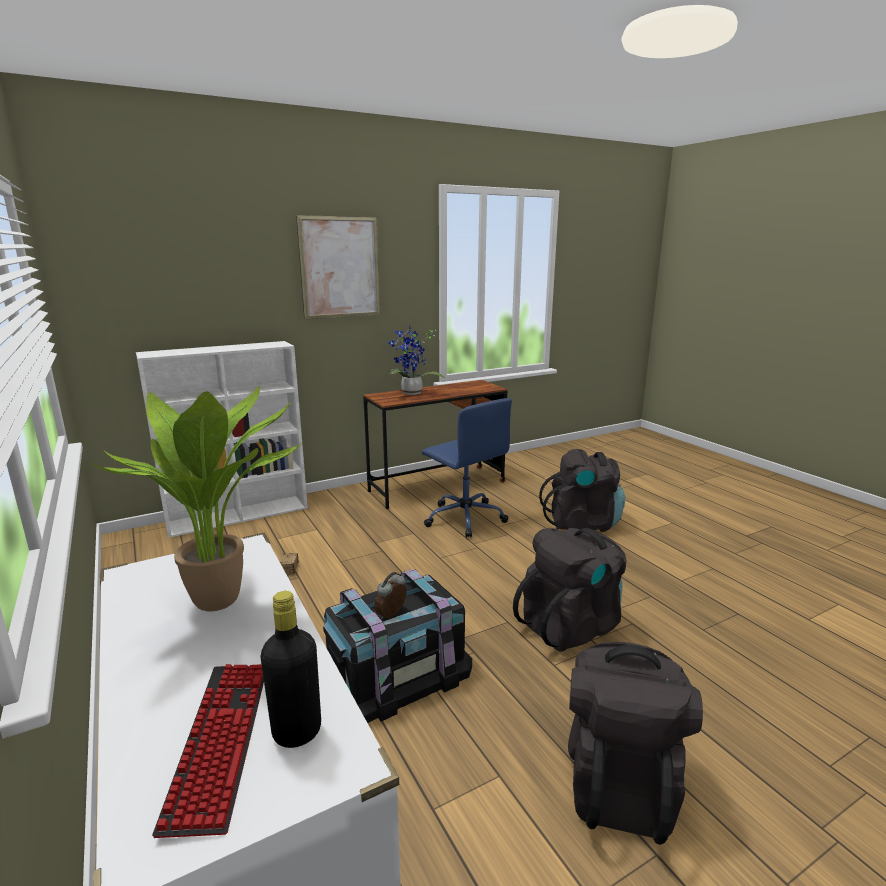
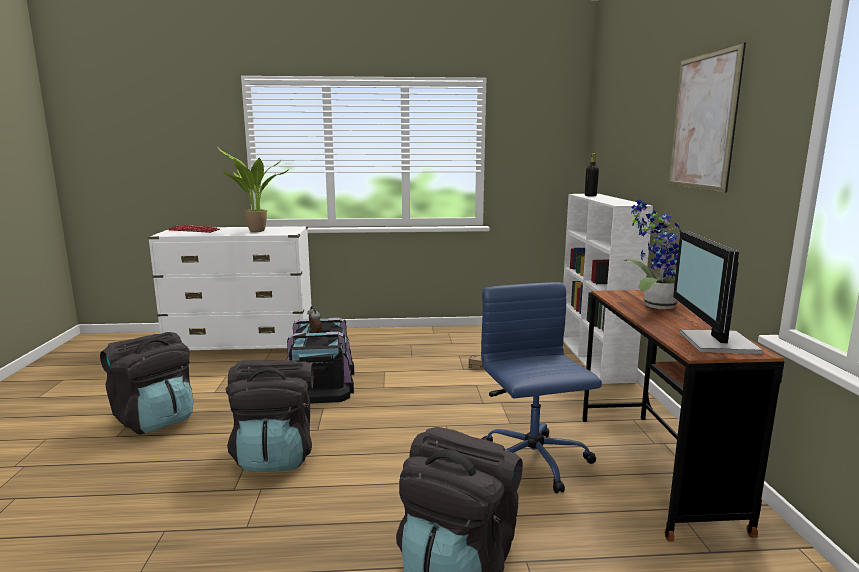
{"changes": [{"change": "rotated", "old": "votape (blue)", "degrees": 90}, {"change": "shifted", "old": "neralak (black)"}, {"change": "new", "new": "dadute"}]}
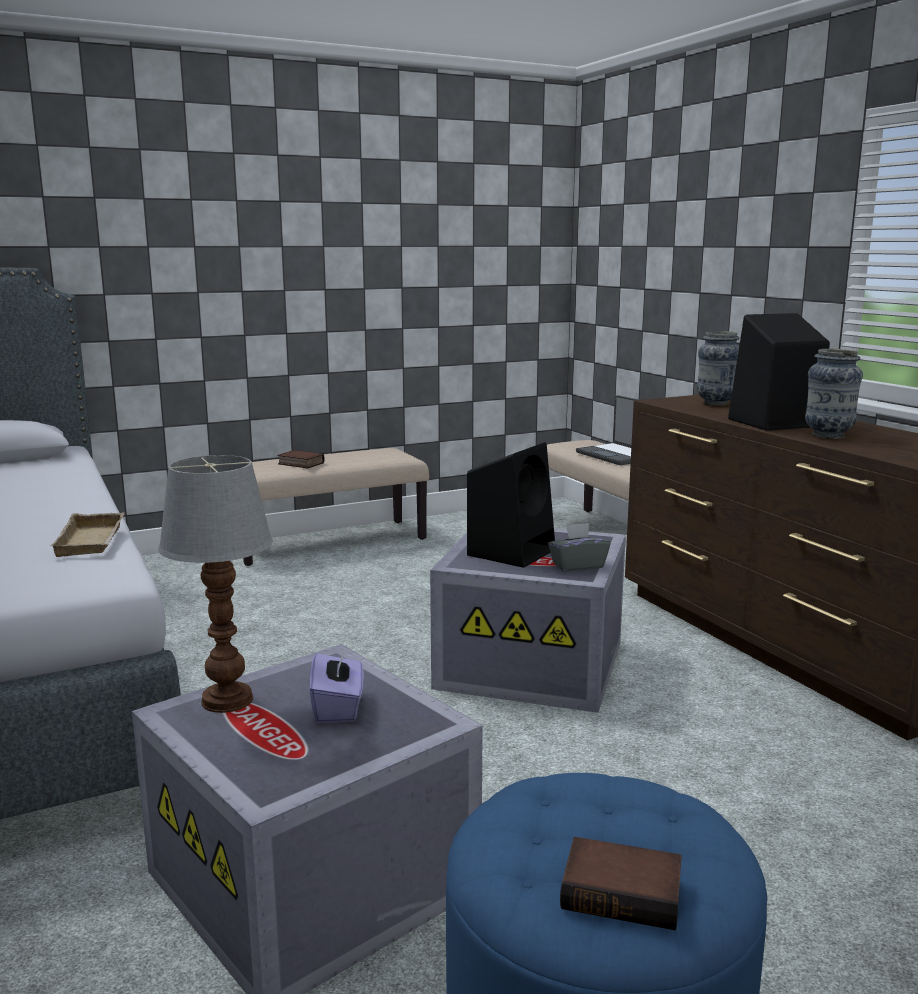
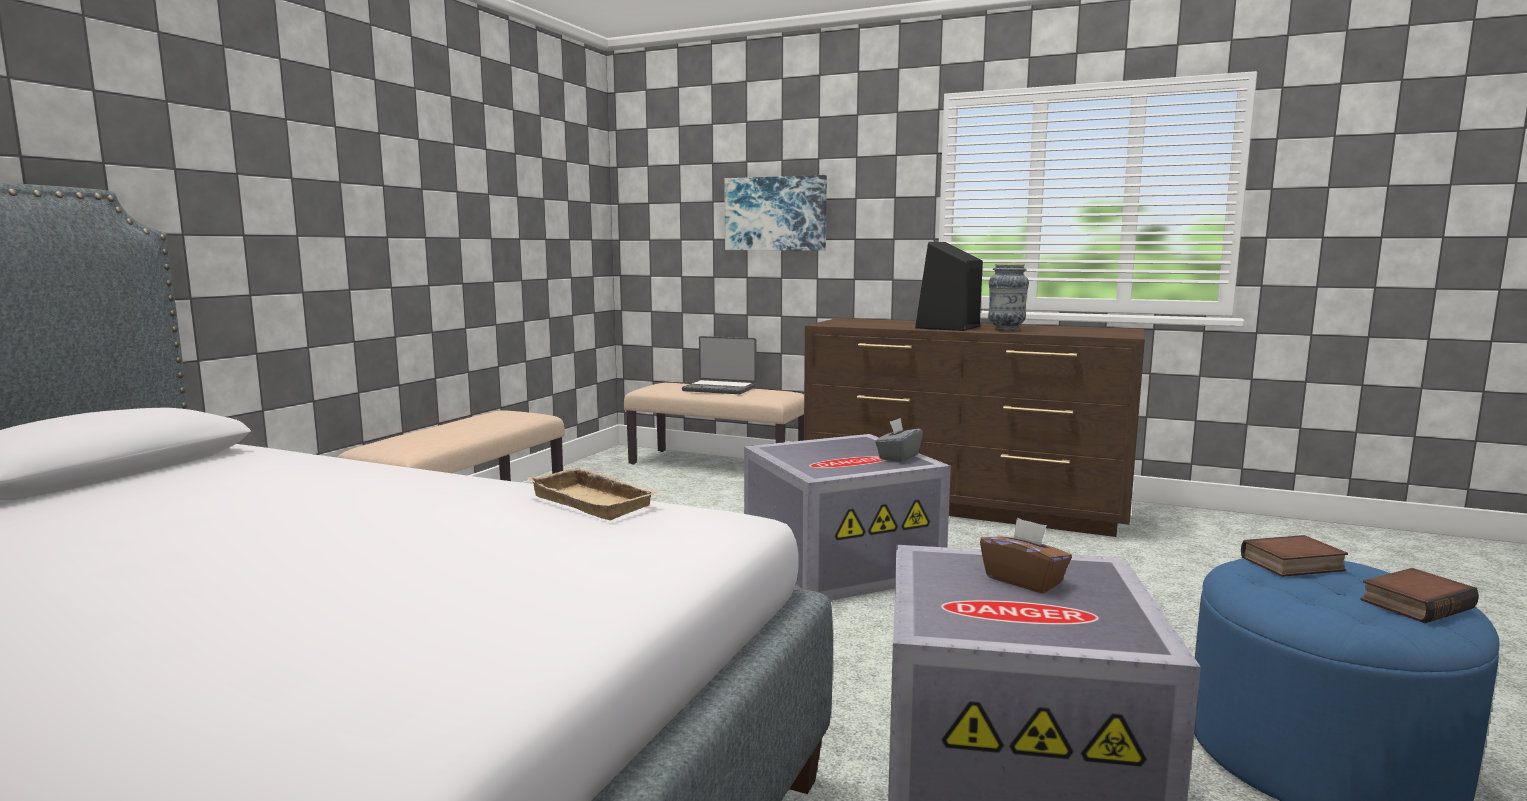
{"changes": [{"change": "new", "new": "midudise"}, {"change": "repainted", "old": "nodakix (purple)", "new": "nodakix (brown)"}, {"change": "shifted", "old": "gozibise (no. 1 from left)"}, {"change": "gone", "old": "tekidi"}, {"change": "gone", "old": "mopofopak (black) (no. 1 from left)"}, {"change": "gone", "old": "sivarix (no. 1 from left)"}]}
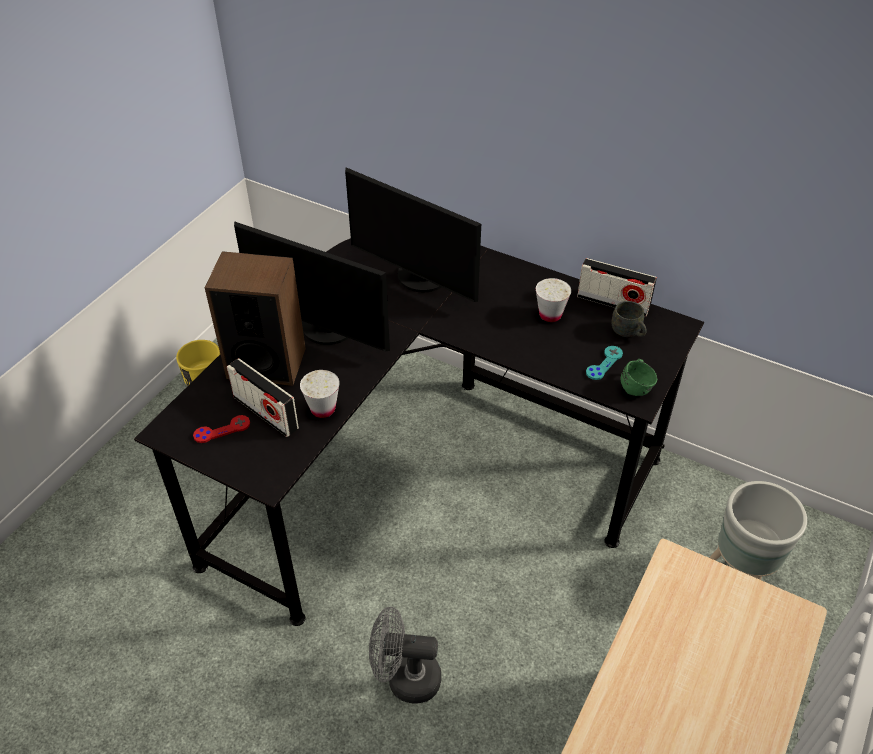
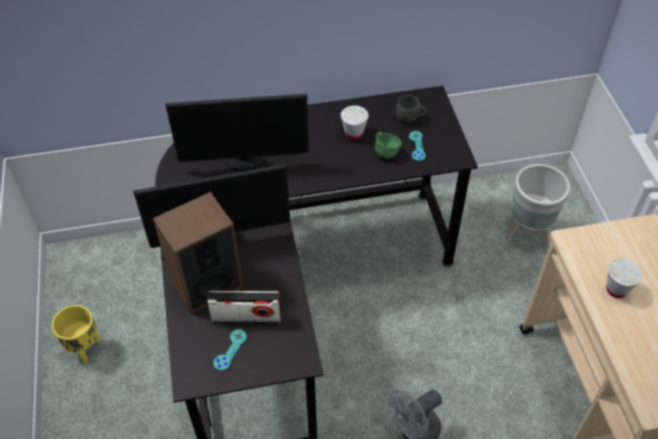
{"changes": [{"change": "repainted", "old": "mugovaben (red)", "new": "mugovaben (turquoise) (no. 1 from left)"}, {"change": "shifted", "old": "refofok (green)"}, {"change": "shifted", "old": "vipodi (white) (no. 1 from left in the first image)", "new": "vipodi (white) (no. 2 from left)"}, {"change": "gone", "old": "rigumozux (no. 2 from left)"}]}
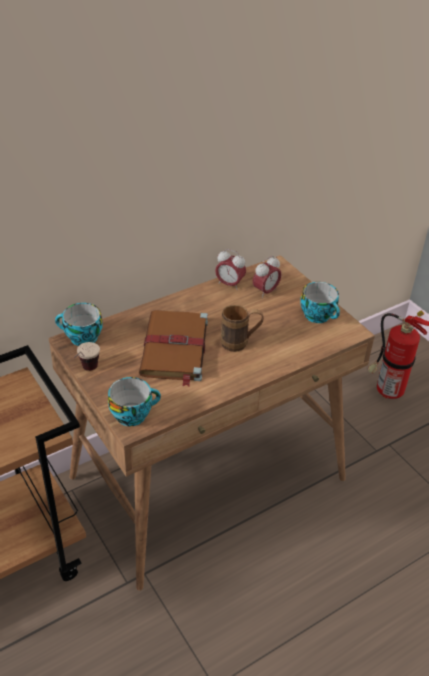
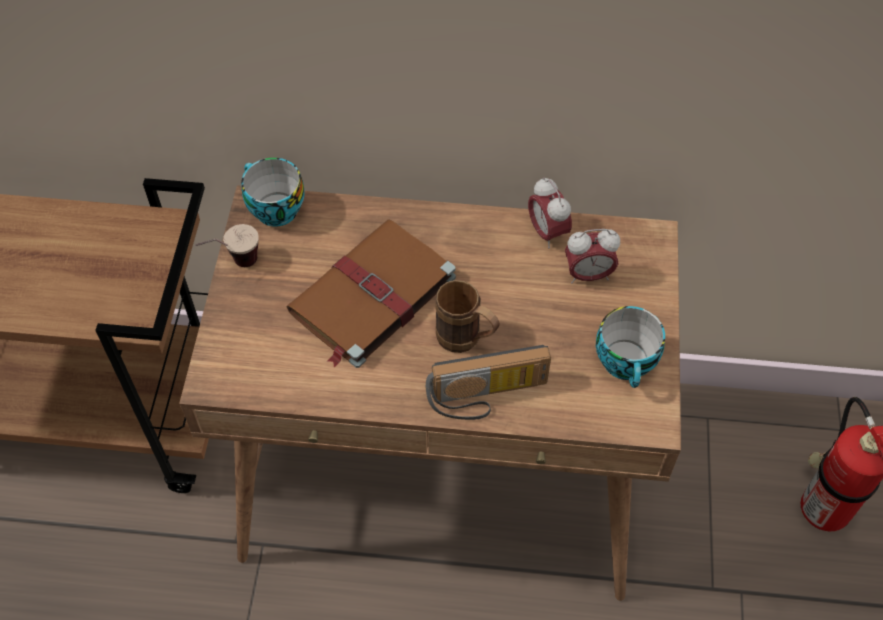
{"changes": [{"change": "new", "new": "rigumozux"}, {"change": "gone", "old": "vipodi (no. 3 from left)"}]}
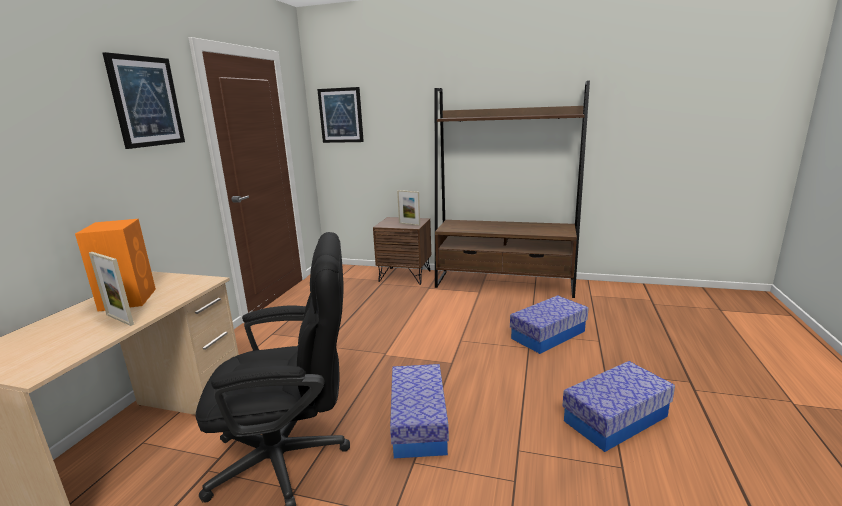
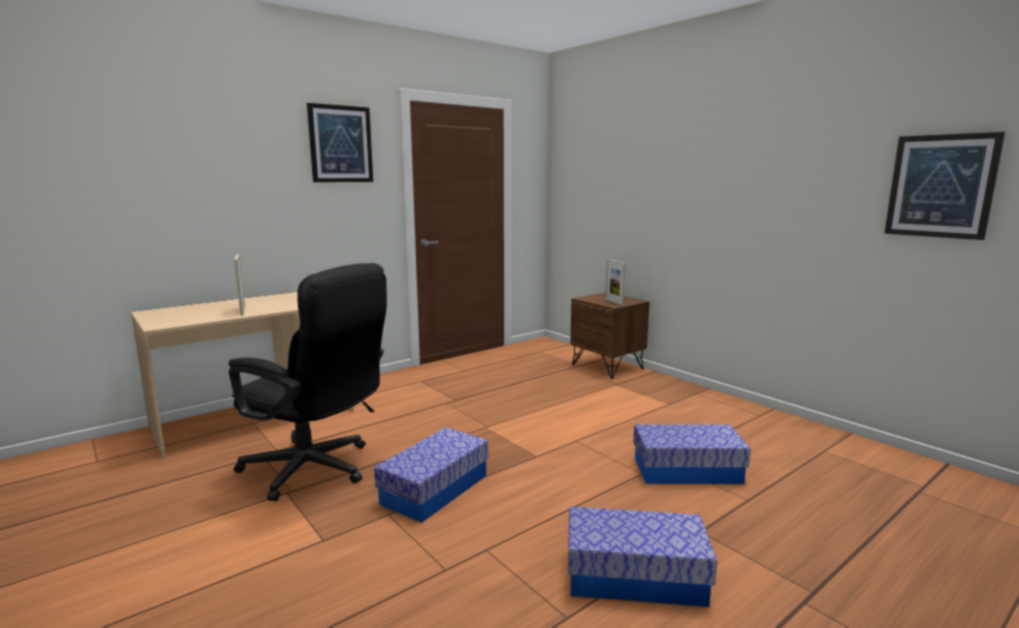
{"changes": [{"change": "shifted", "old": "midudise (no. 2 from left)"}, {"change": "gone", "old": "mopofopak (orange)"}, {"change": "gone", "old": "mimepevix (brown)"}]}
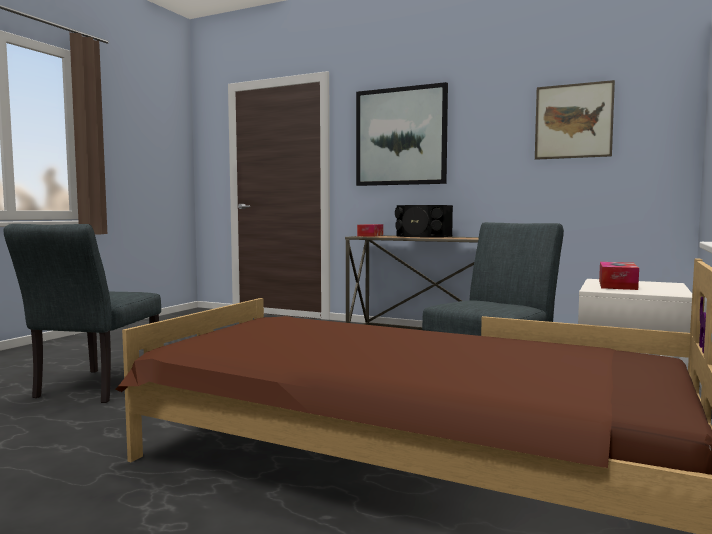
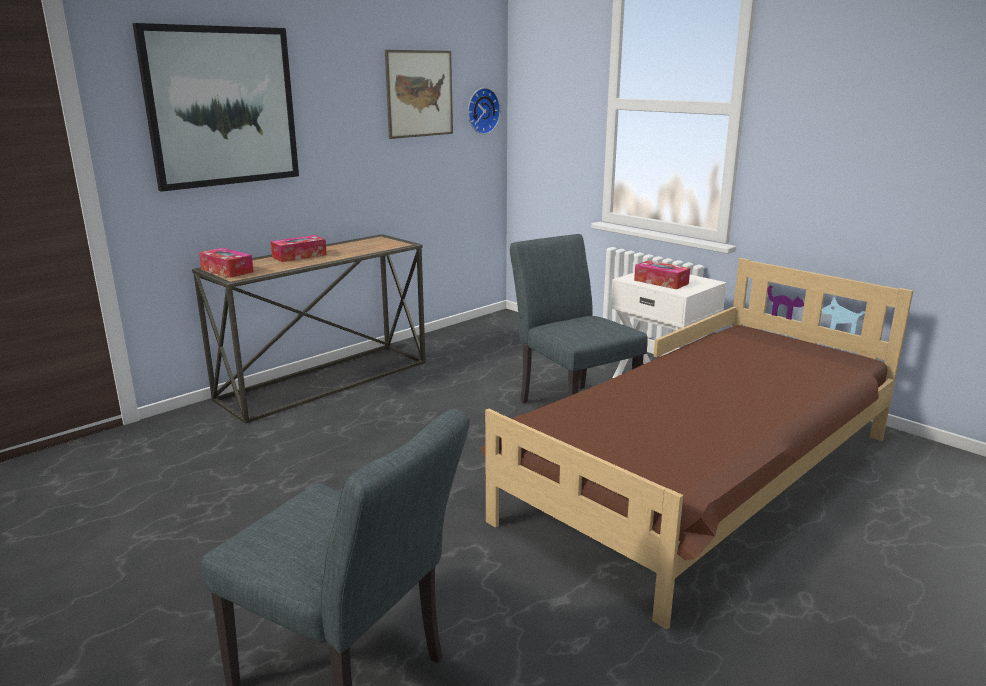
{"changes": [{"change": "swapped", "old": "mopofopak (black)", "new": "nodakix (no. 2 from left)"}, {"change": "new", "new": "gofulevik"}]}
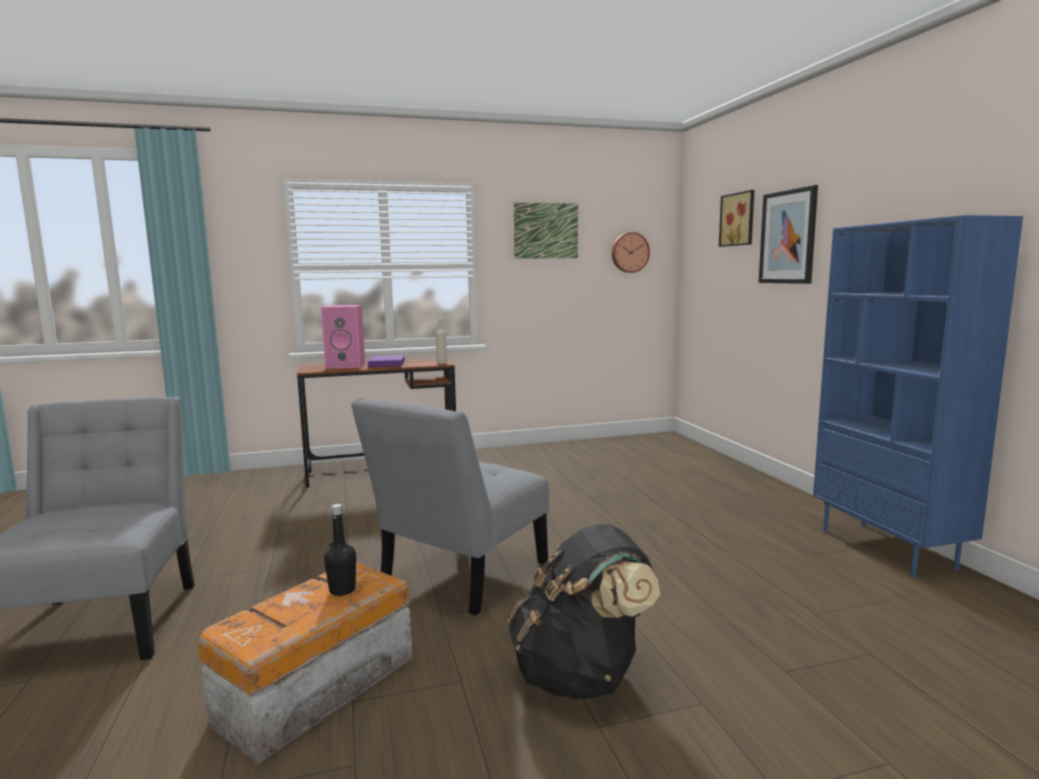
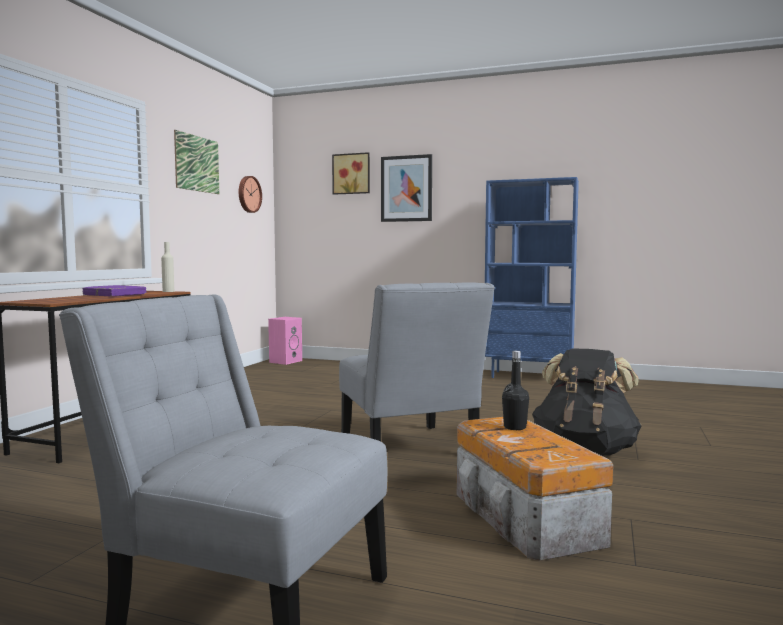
{"changes": [{"change": "shifted", "old": "mopofopak (pink)"}]}
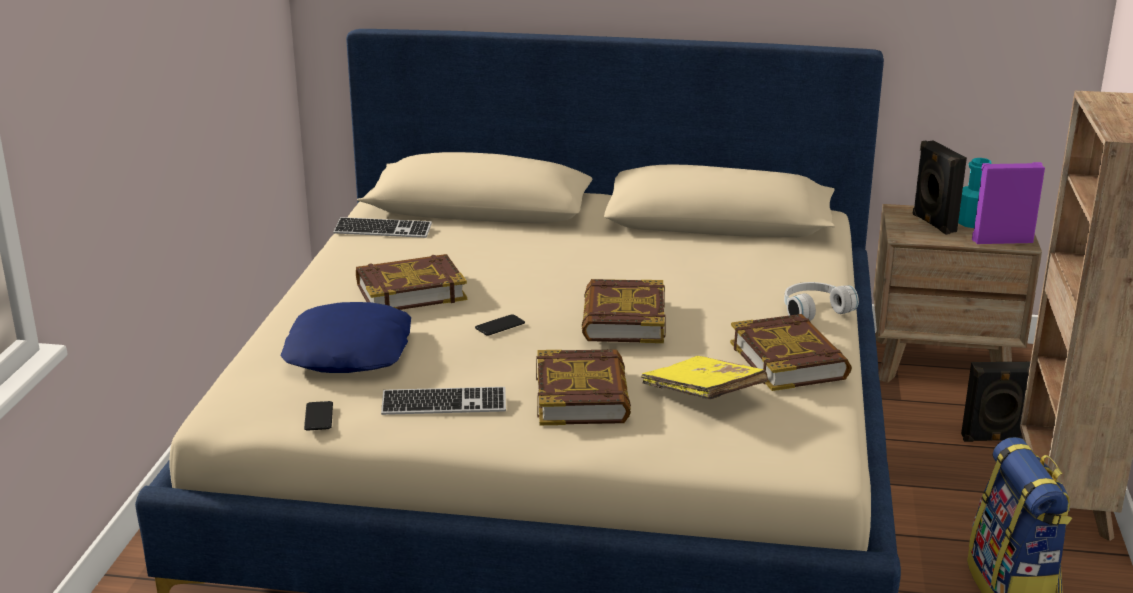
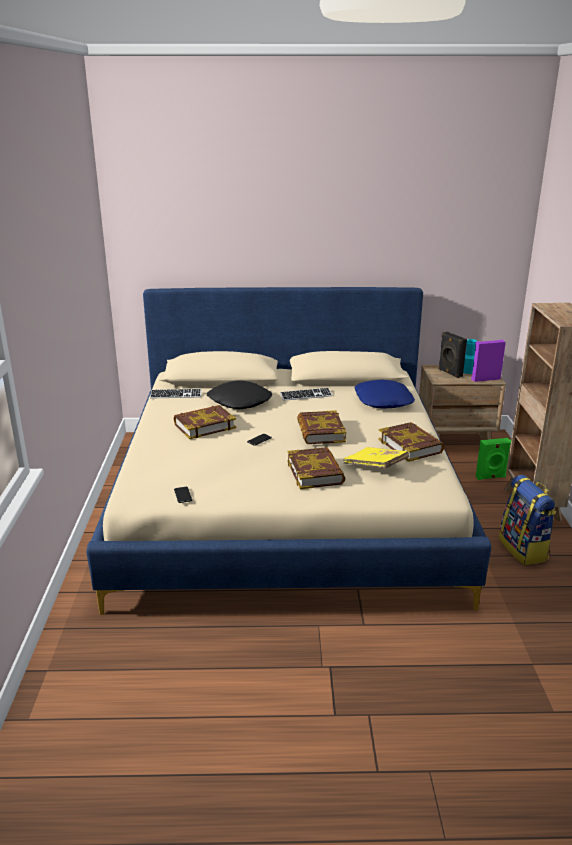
{"changes": [{"change": "new", "new": "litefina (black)"}, {"change": "shifted", "old": "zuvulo (no. 2 from left)"}, {"change": "shifted", "old": "litefina (blue)"}, {"change": "repainted", "old": "mopofopak (black) (no. 2 from left)", "new": "mopofopak (green)"}, {"change": "gone", "old": "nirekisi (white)"}]}
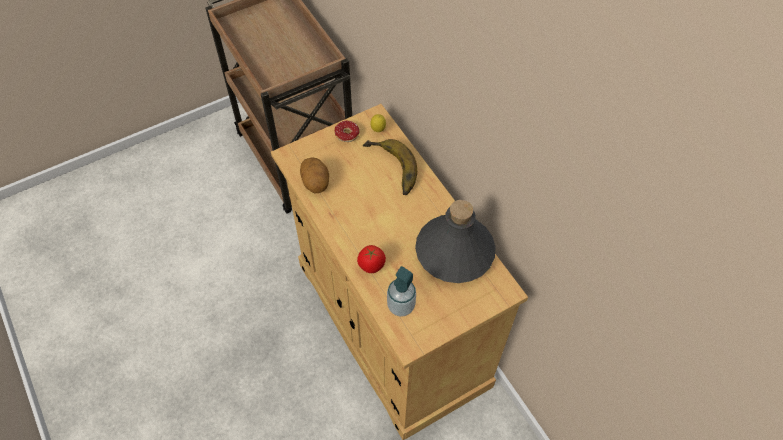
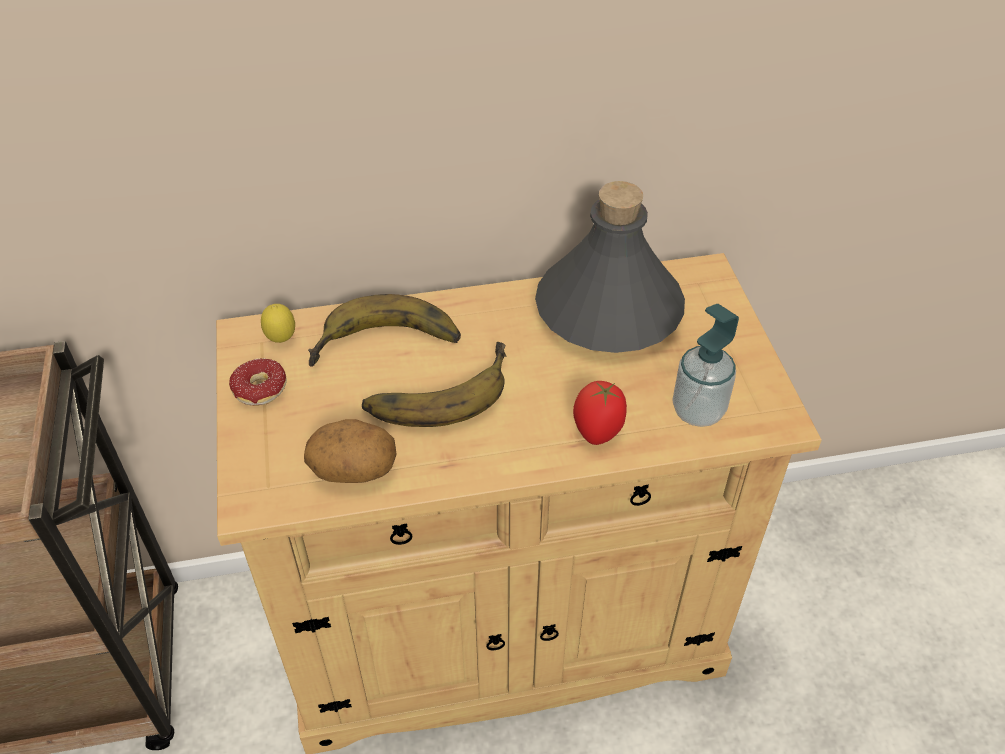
{"changes": [{"change": "new", "new": "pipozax (no. 2 from left)"}]}
